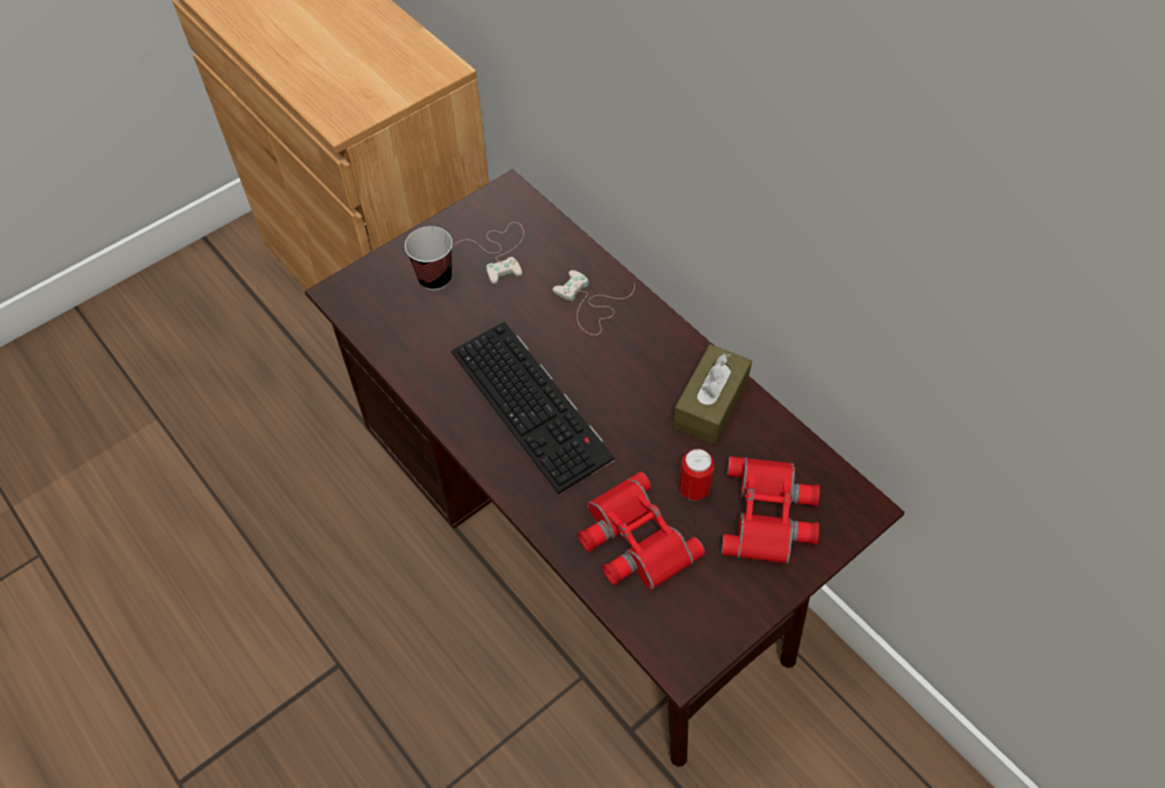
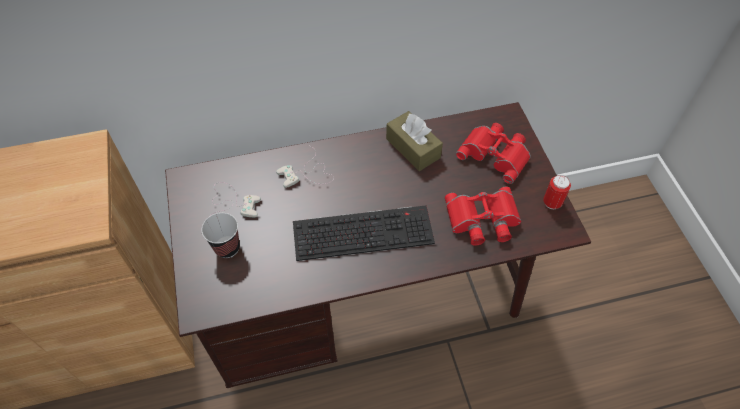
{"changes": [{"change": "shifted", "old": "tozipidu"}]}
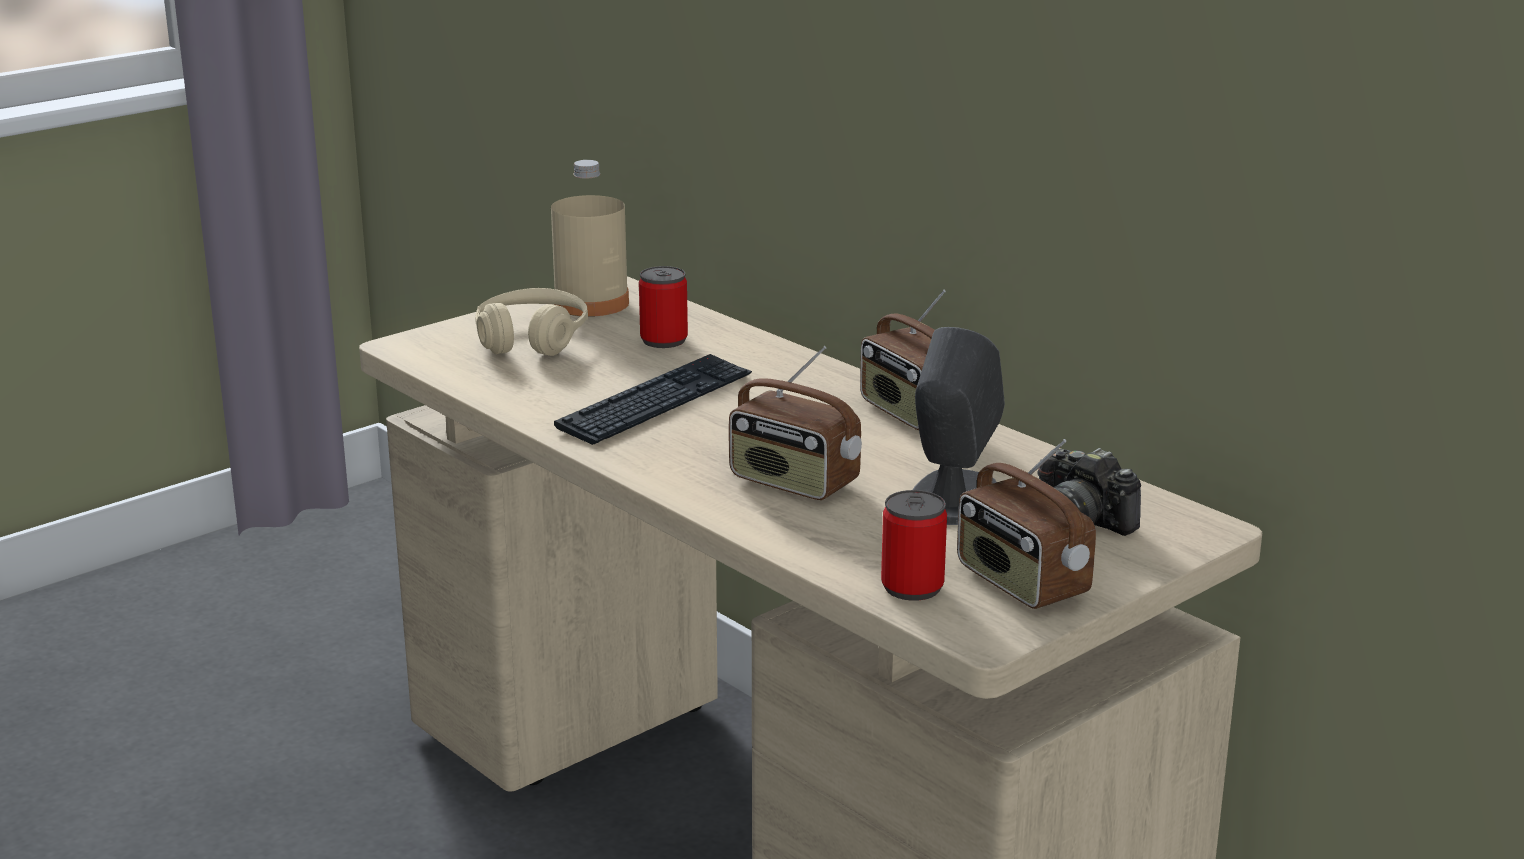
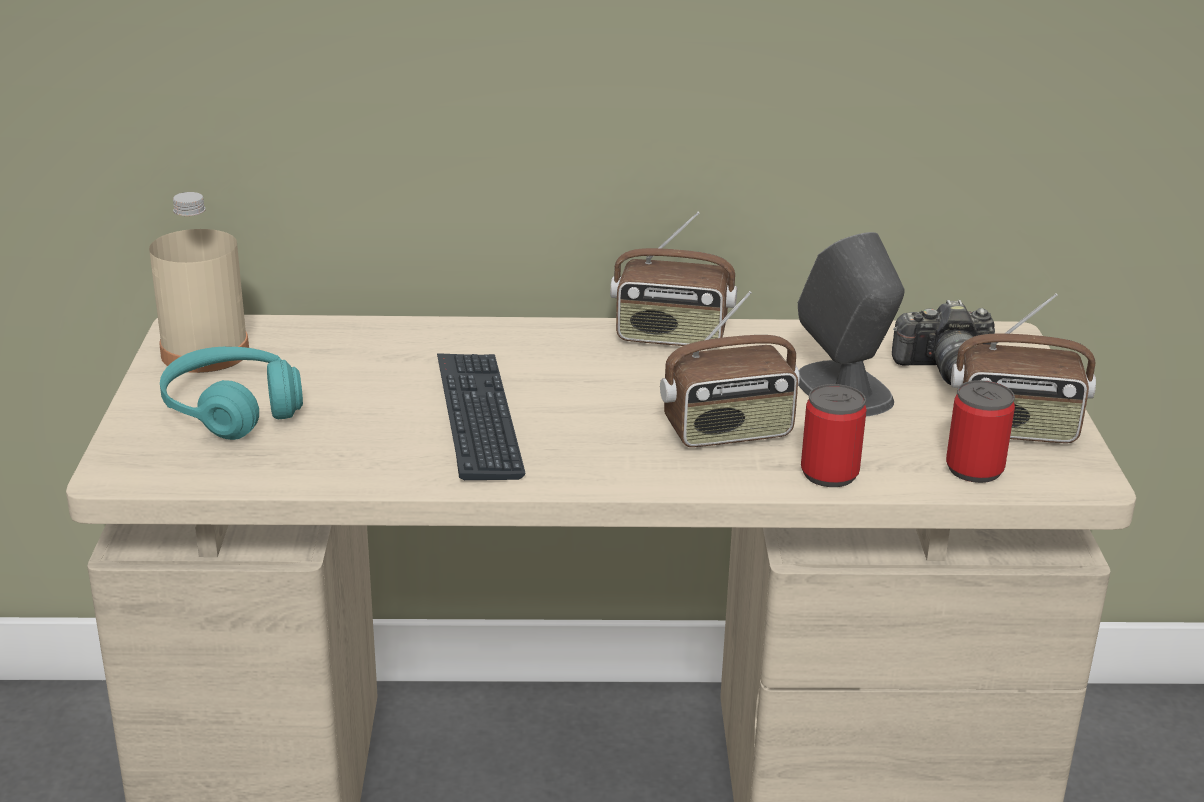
{"changes": [{"change": "repainted", "old": "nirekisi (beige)", "new": "nirekisi (turquoise)"}, {"change": "shifted", "old": "tozipidu (no. 1 from left)"}]}
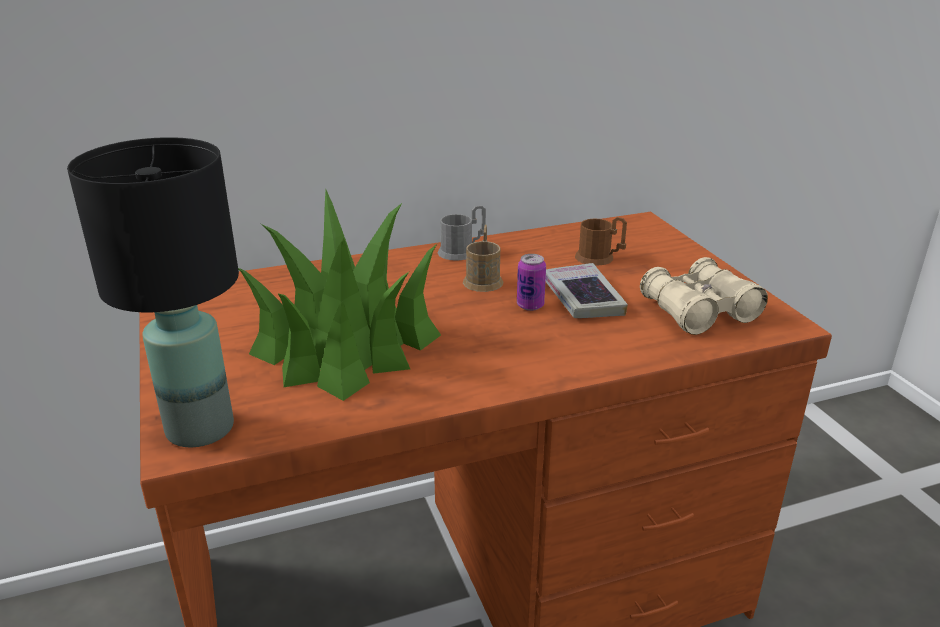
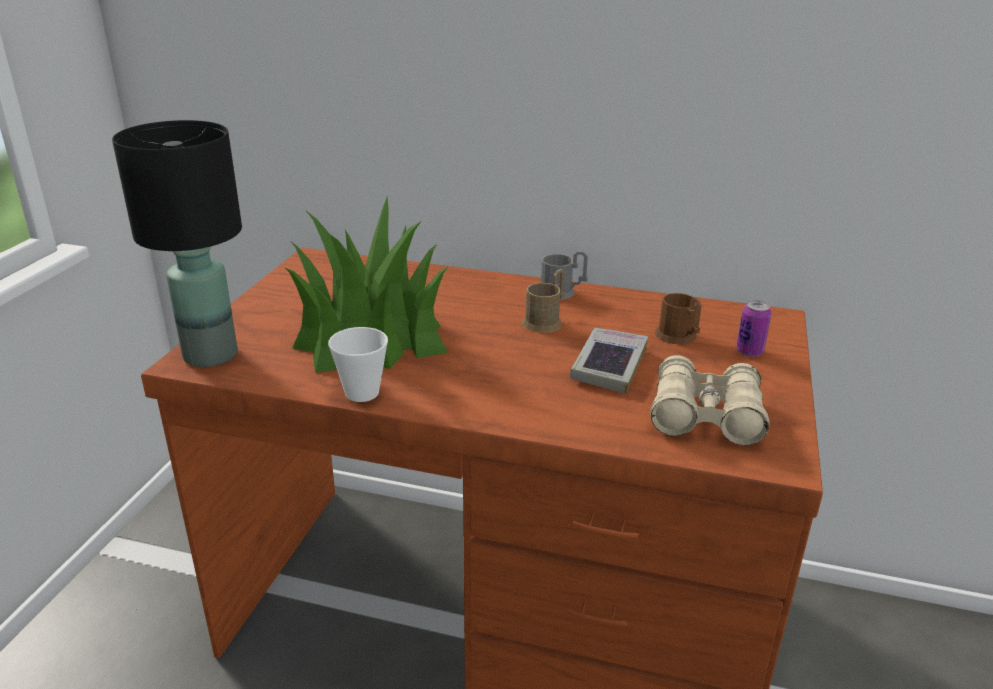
{"changes": [{"change": "new", "new": "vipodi"}, {"change": "shifted", "old": "tozipidu"}]}
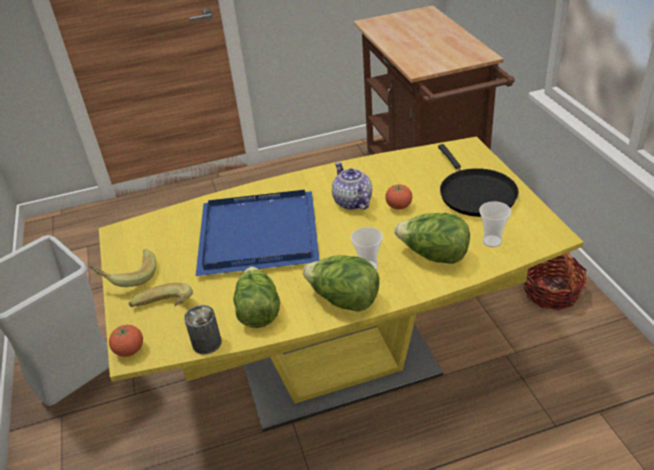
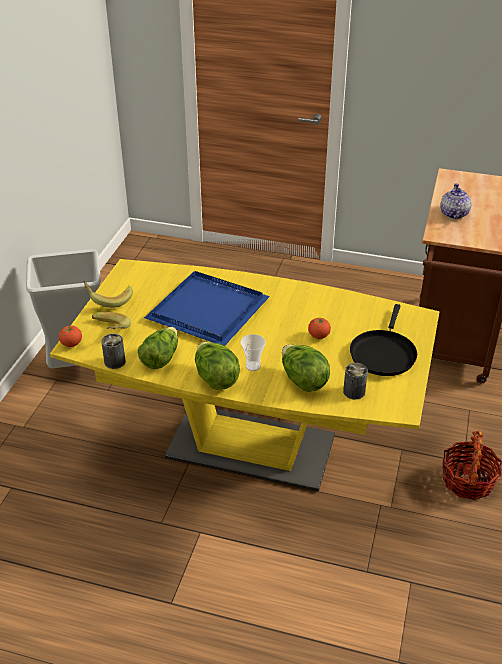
{"changes": [{"change": "swapped", "old": "vipodi (no. 2 from left)", "new": "tozipidu (no. 2 from left)"}, {"change": "shifted", "old": "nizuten"}]}
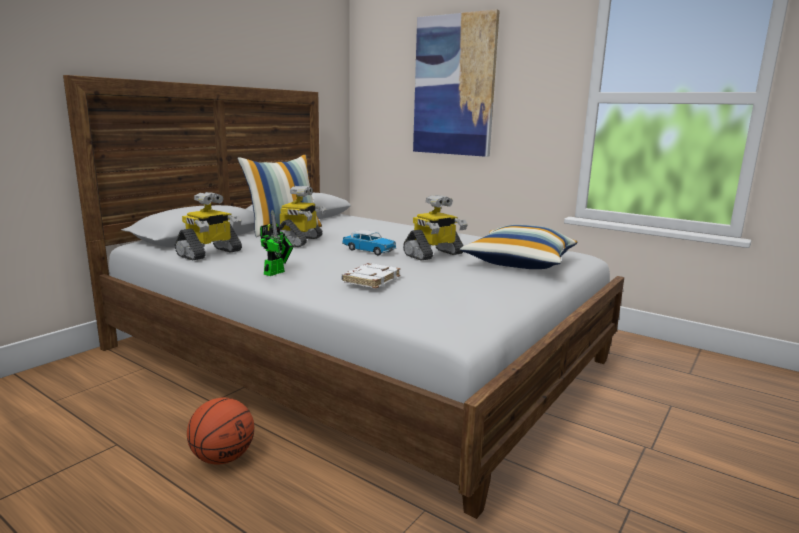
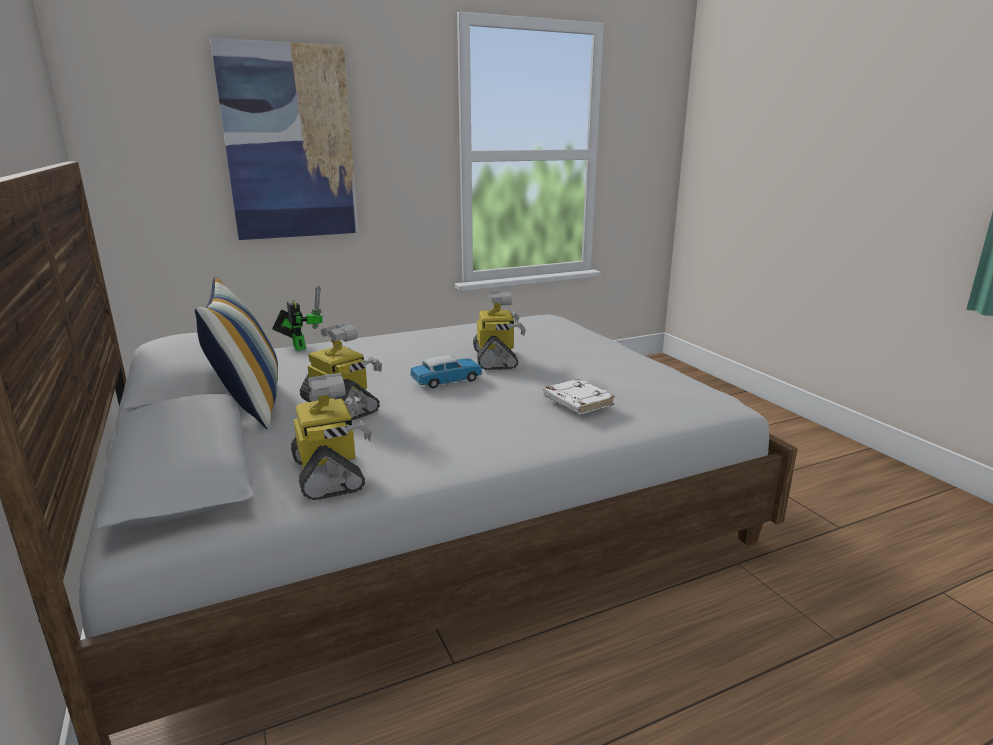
{"changes": [{"change": "shifted", "old": "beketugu (no. 2 from left in the first image)", "new": "beketugu (no. 1 from left)"}, {"change": "gone", "old": "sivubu"}, {"change": "gone", "old": "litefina (no. 2 from left)"}]}
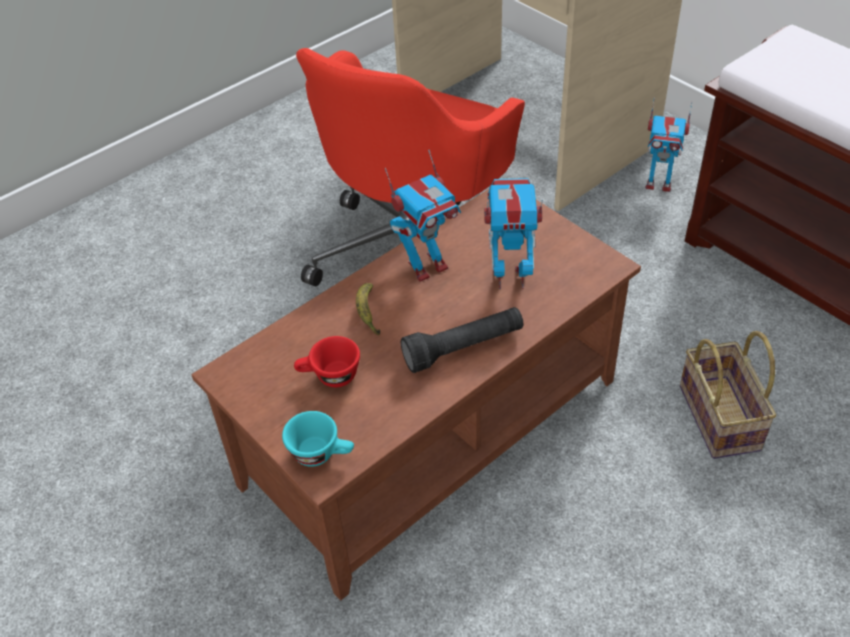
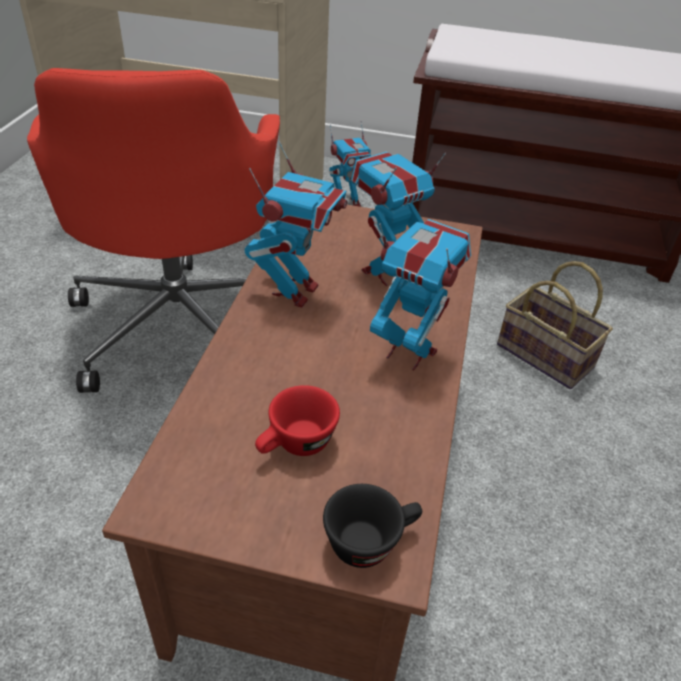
{"changes": [{"change": "repainted", "old": "vipodi (turquoise)", "new": "vipodi (black)"}, {"change": "swapped", "old": "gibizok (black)", "new": "beketugu (no. 4 from left)"}, {"change": "gone", "old": "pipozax"}]}
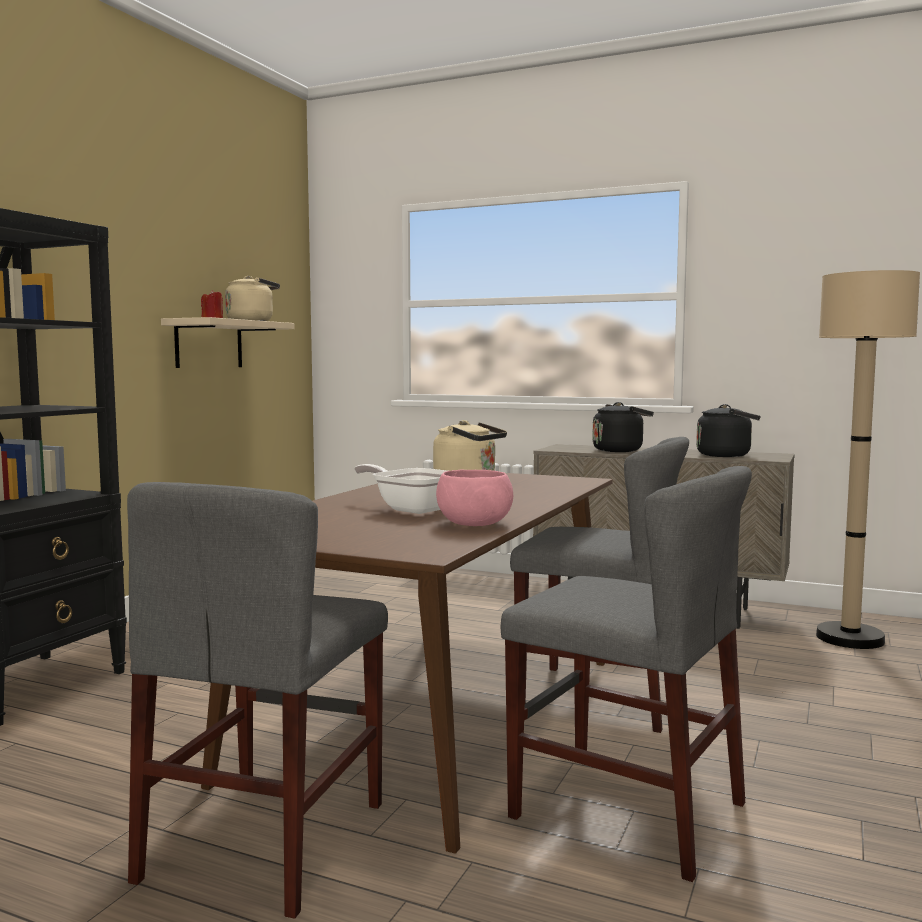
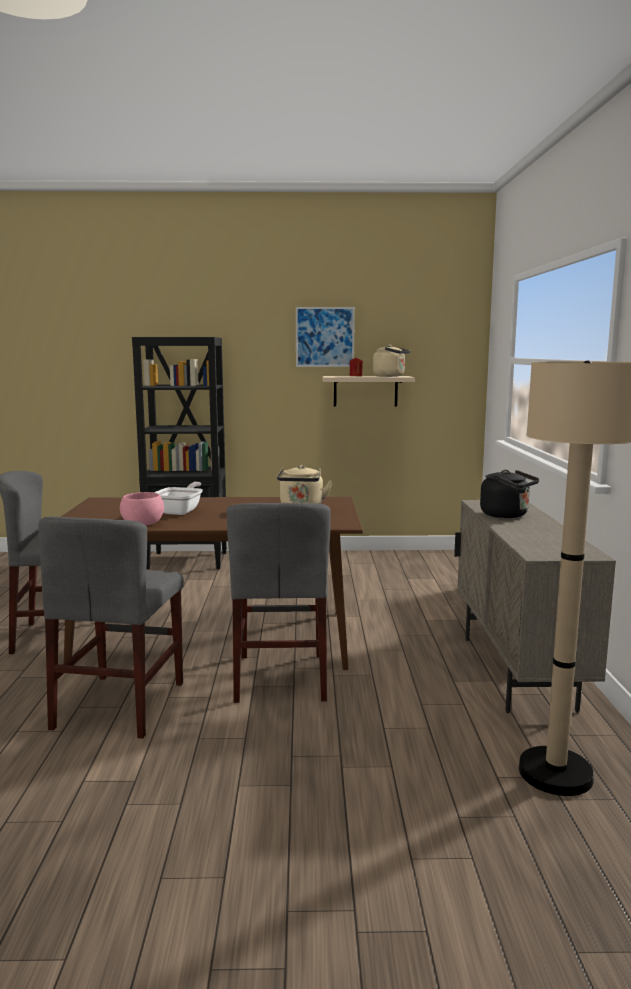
{"changes": [{"change": "new", "new": "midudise"}, {"change": "gone", "old": "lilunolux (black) (no. 2 from left)"}]}
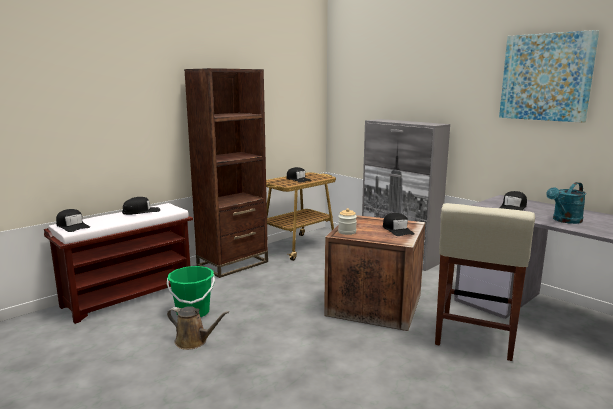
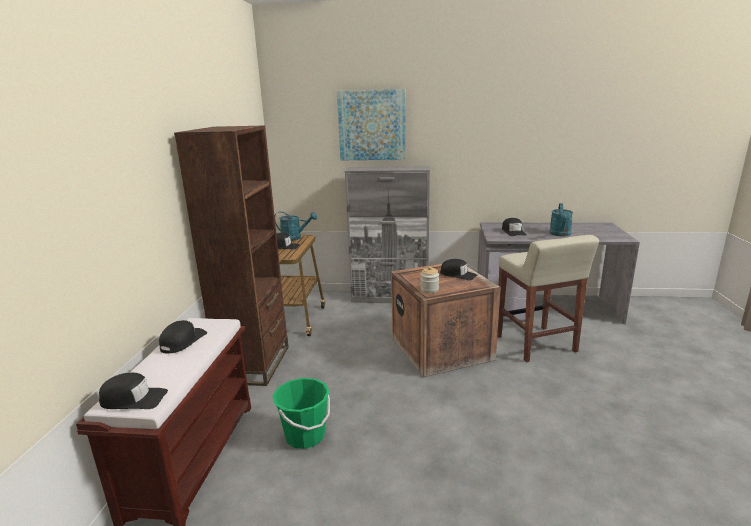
{"changes": [{"change": "new", "new": "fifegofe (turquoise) (no. 1 from left)"}, {"change": "shifted", "old": "midudise"}, {"change": "gone", "old": "fifegofe (brown)"}]}
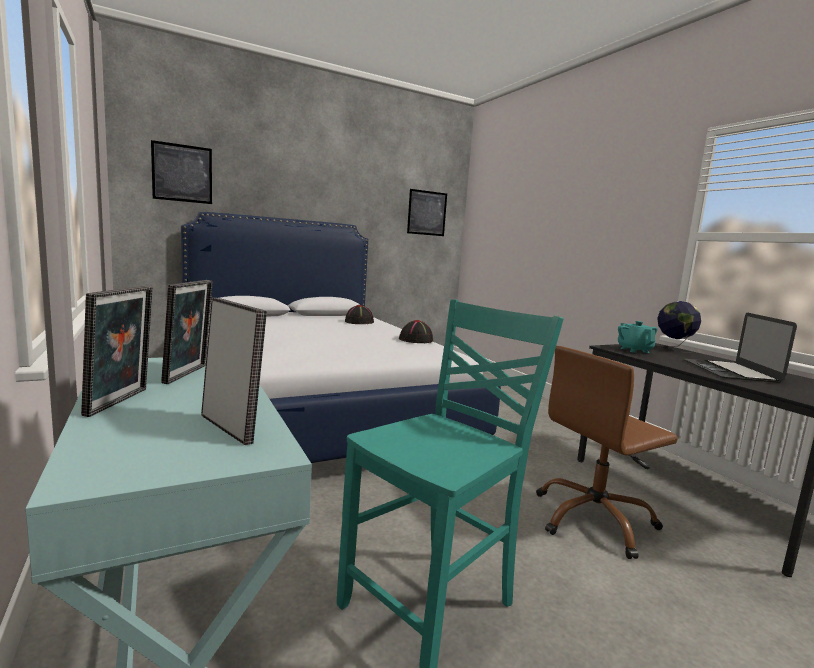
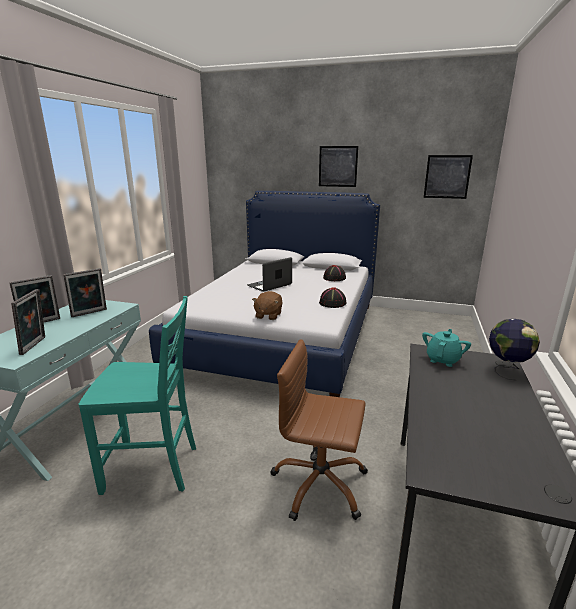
{"changes": [{"change": "shifted", "old": "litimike"}, {"change": "new", "new": "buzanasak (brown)"}, {"change": "shifted", "old": "midudise (no. 1 from left)"}]}
